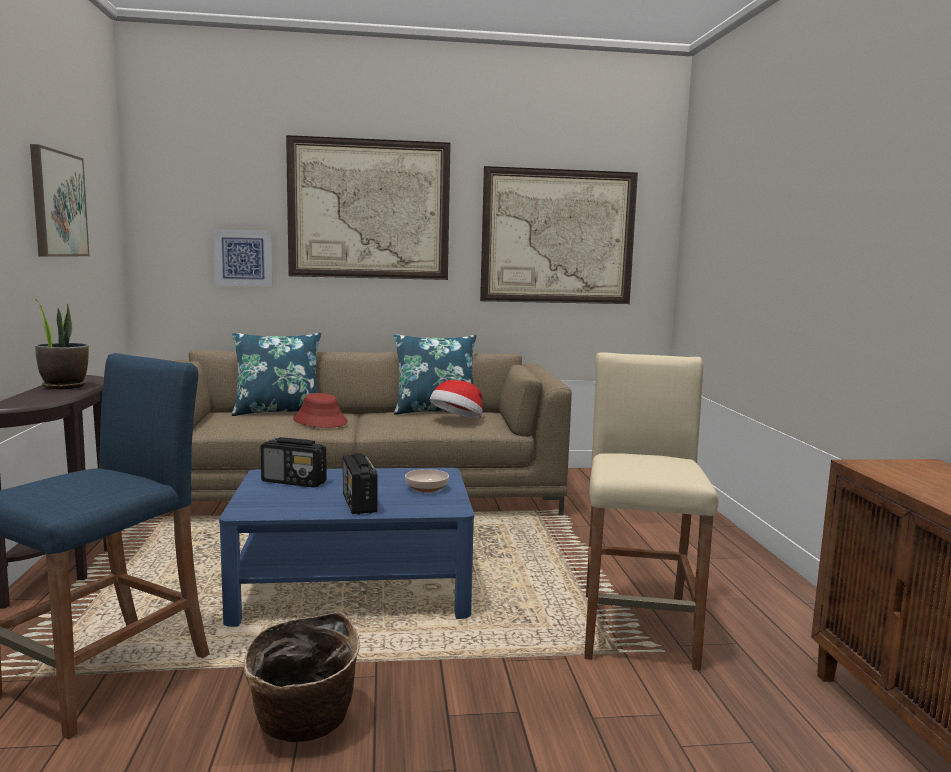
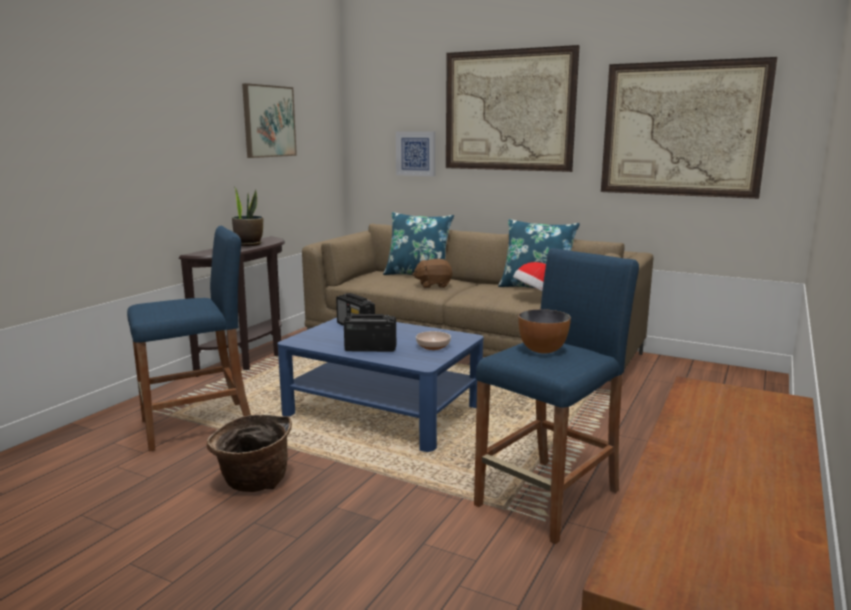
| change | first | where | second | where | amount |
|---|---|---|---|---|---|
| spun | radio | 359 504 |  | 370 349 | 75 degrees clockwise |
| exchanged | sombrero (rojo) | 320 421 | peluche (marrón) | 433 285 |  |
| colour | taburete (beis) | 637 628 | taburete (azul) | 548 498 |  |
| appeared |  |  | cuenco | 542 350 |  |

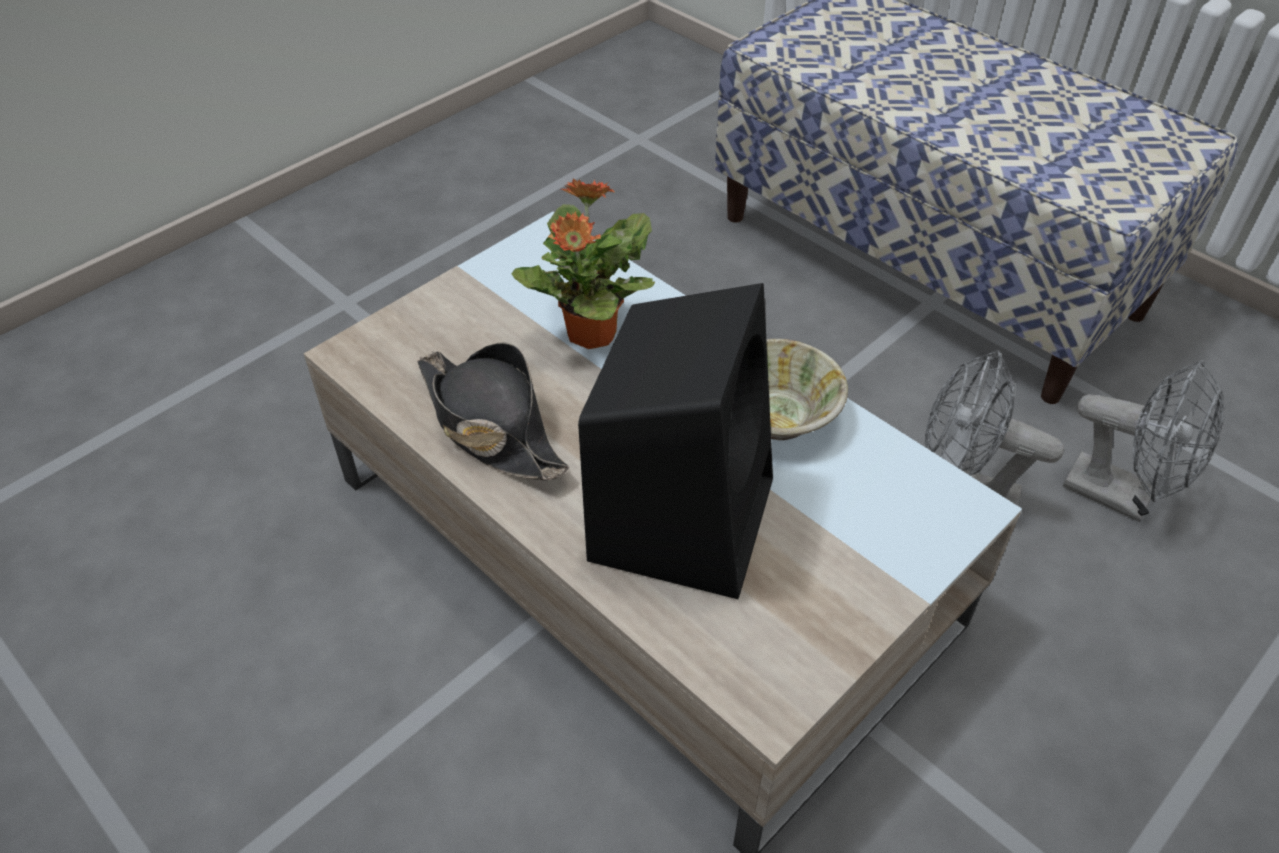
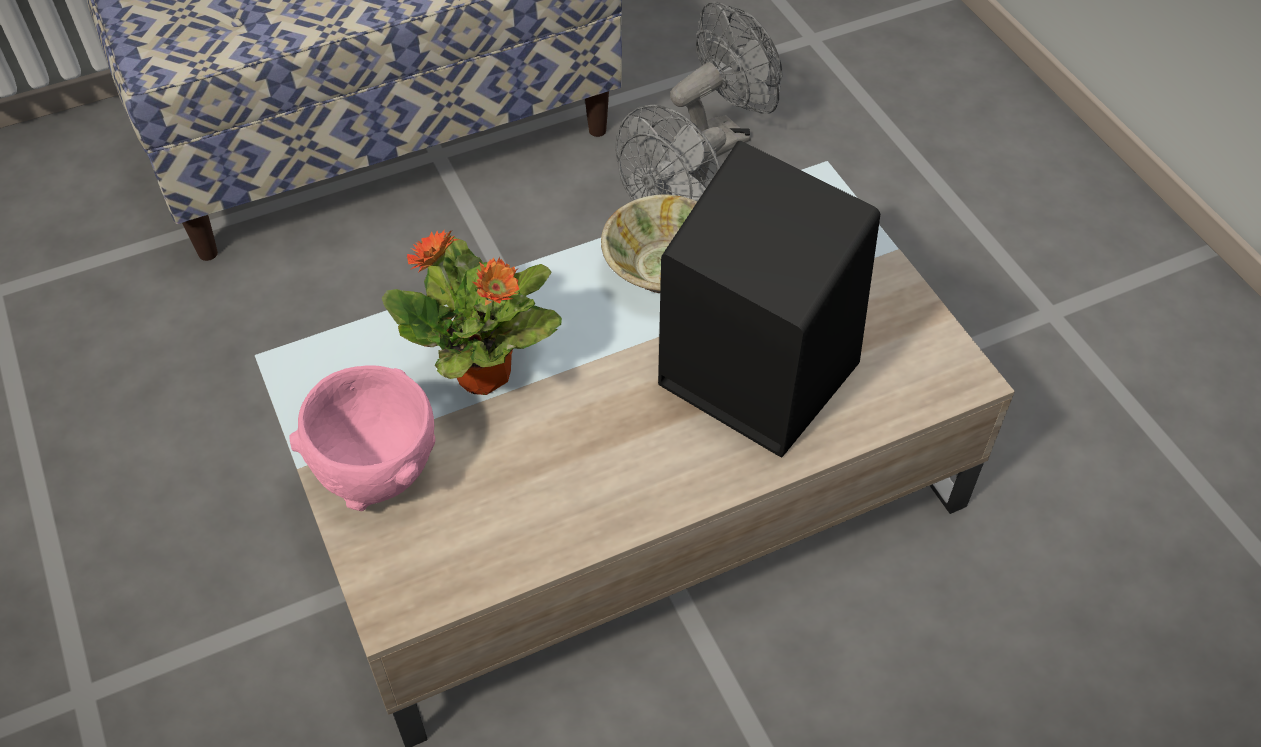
| change | first | where | second | where | amount |
|---|---|---|---|---|---|
| appeared |  |  | cuenco (rosa) | 376 470 |  |
| missing | sombrero (negro) | 489 425 |  |  |  |

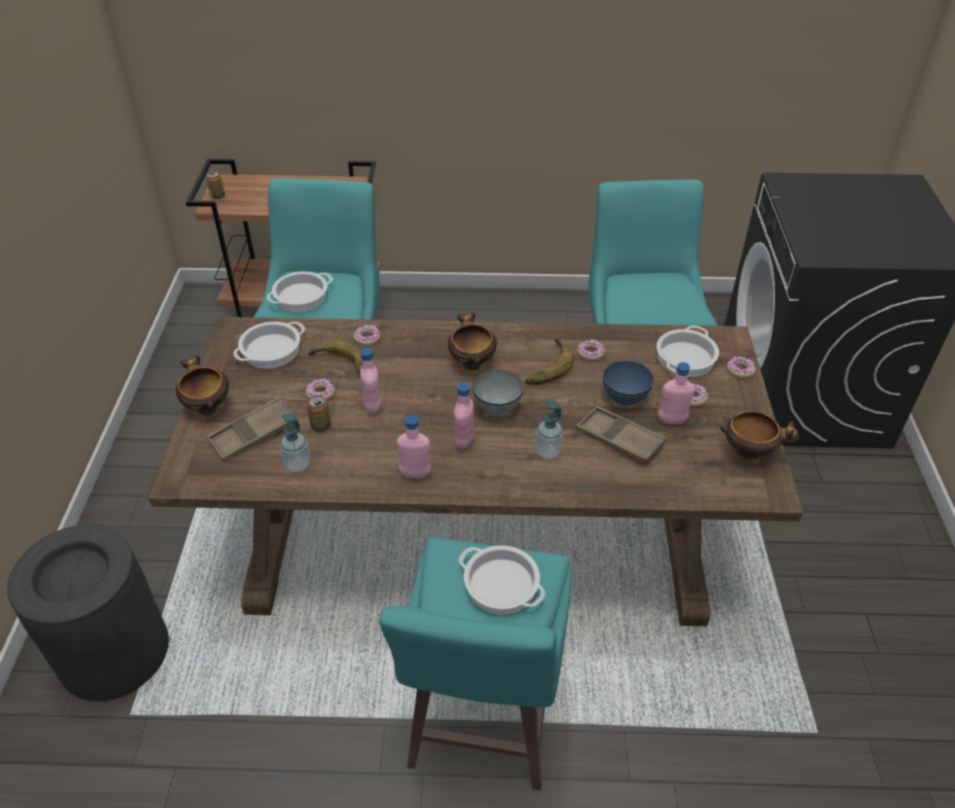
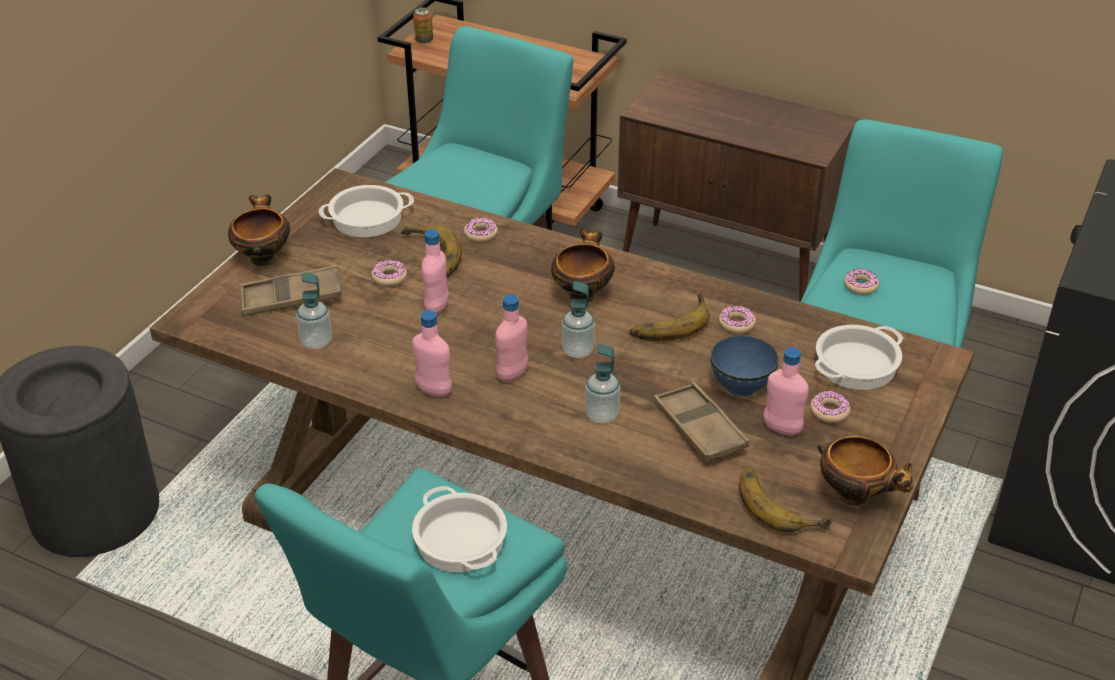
| change | first | where | second | where | amount |
|---|---|---|---|---|---|
| exchanged | cuenco (gris) | 498 407 | dispensador de jabón | 577 351 |  |
| appeared |  |  | armario (marrón) | 727 270 |  |
| appeared |  |  | plátano | 781 503 |  |
| relocated | rosquilla | 740 370 |  | 860 286 |  |
| missing | olla | 301 297 |  |  |  |
| missing | lata | 321 426 |  |  |  |

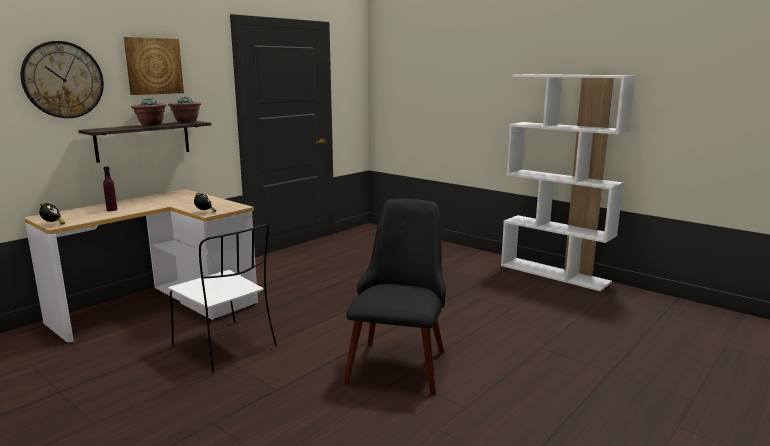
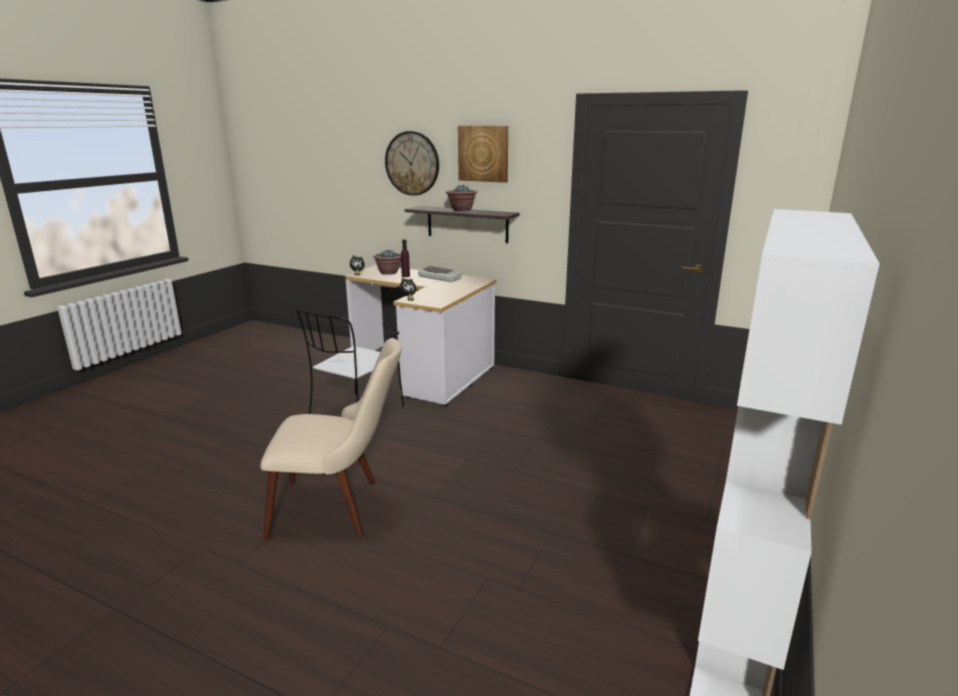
| change | first | where | second | where | amount |
|---|---|---|---|---|---|
| colour | silla (negro) | 400 359 | silla (beis) | 340 507 |  |
| relocated | planta en maceta | 186 122 |  | 388 273 |  |
| appeared |  |  | teclado | 440 277 |  |

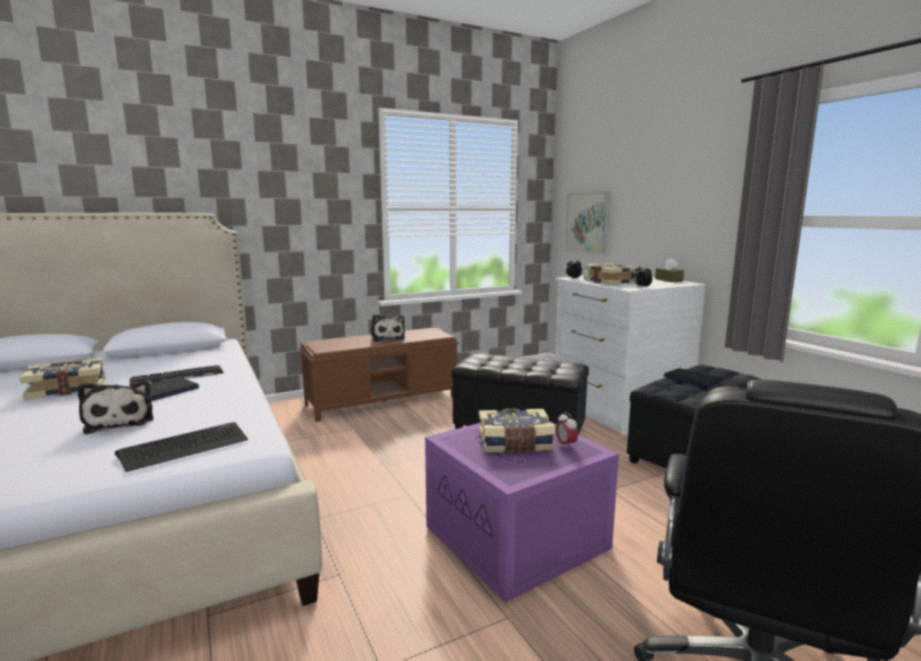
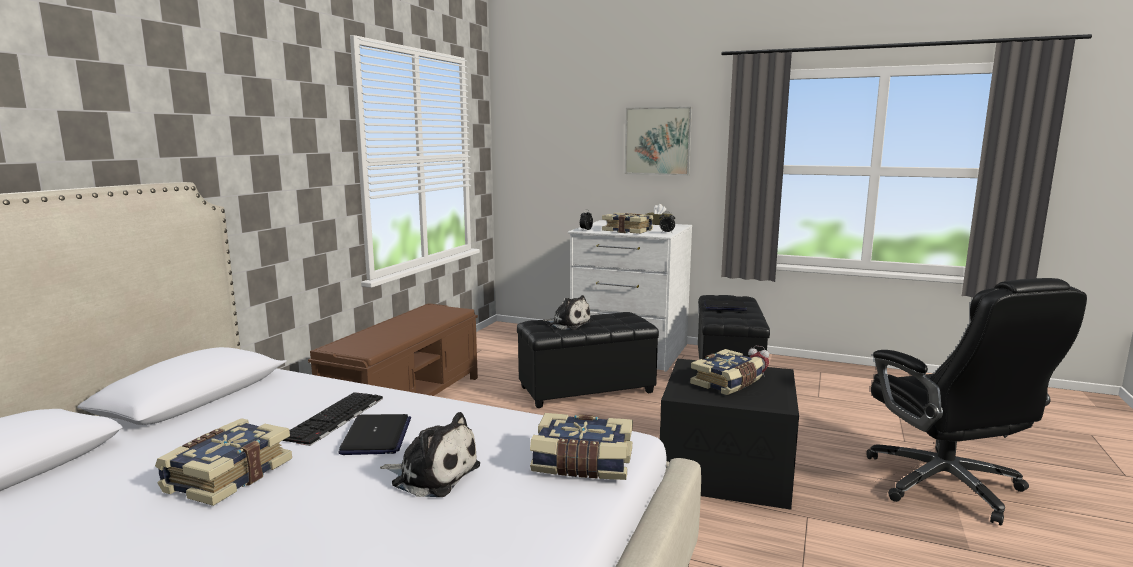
| change | first | where | second | where | amount |
|---|---|---|---|---|---|
| exchanged | teclado | 184 447 | libro | 582 464 |  |
| relocated | peluche | 387 338 |  | 568 324 |  |
| relocated | cuadro | 587 222 |  | 657 141 |  |
| colour | caja de almacenaje (morado) | 519 537 | caja de almacenaje (negro) | 728 467 |  |

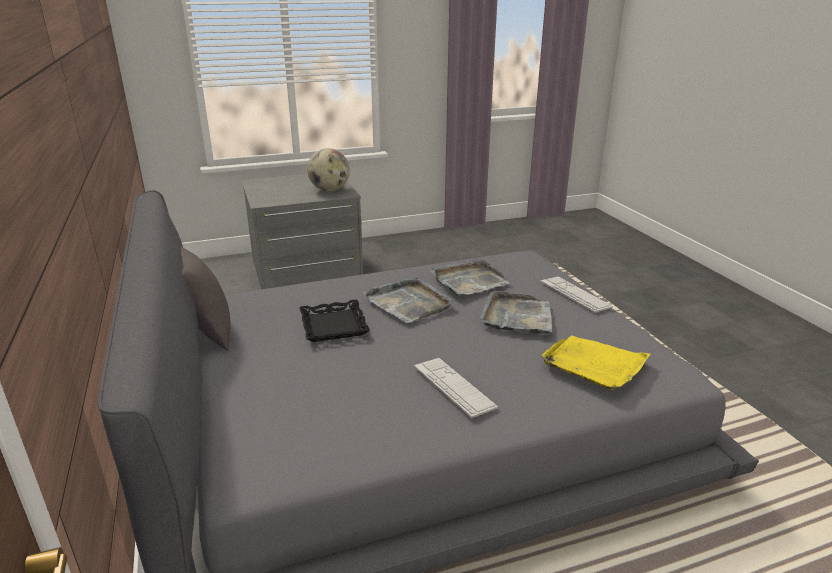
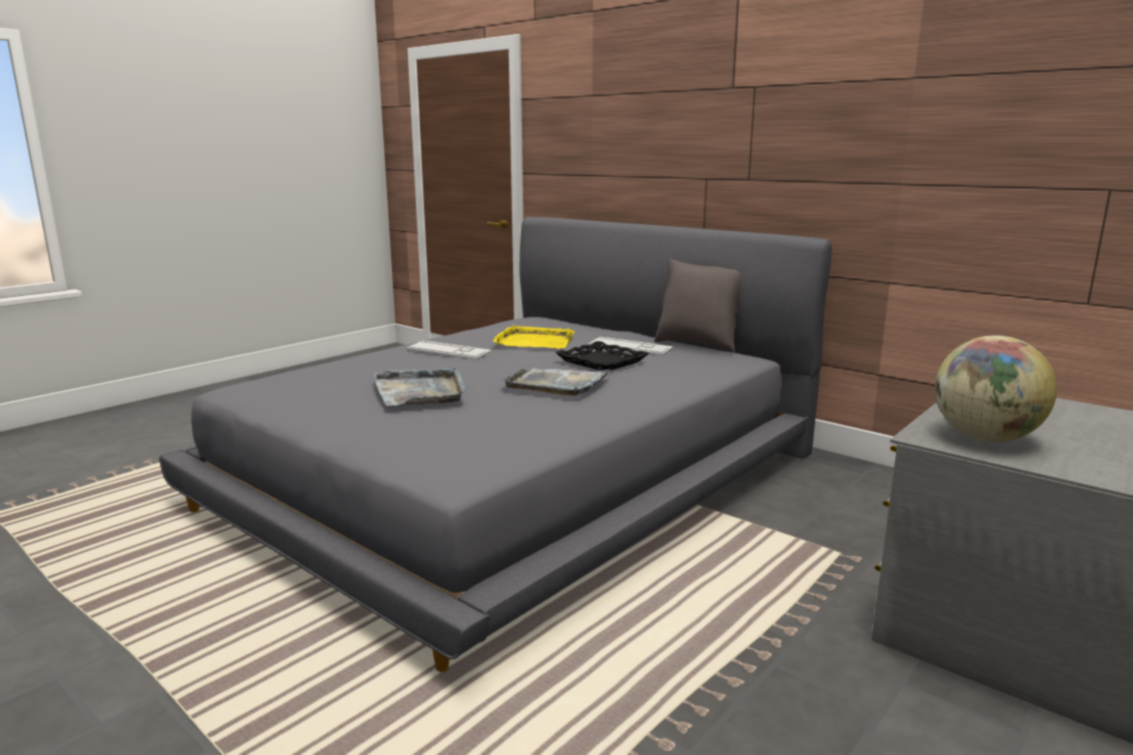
| change | first | where | second | where | amount |
|---|---|---|---|---|---|
| relocated | bandeja (amarillo) | 594 364 |  | 534 341 |  |
| relocated | teclado | 575 294 |  | 630 347 |  |
| missing | bandeja (gris) | 468 281 |  |  |  |

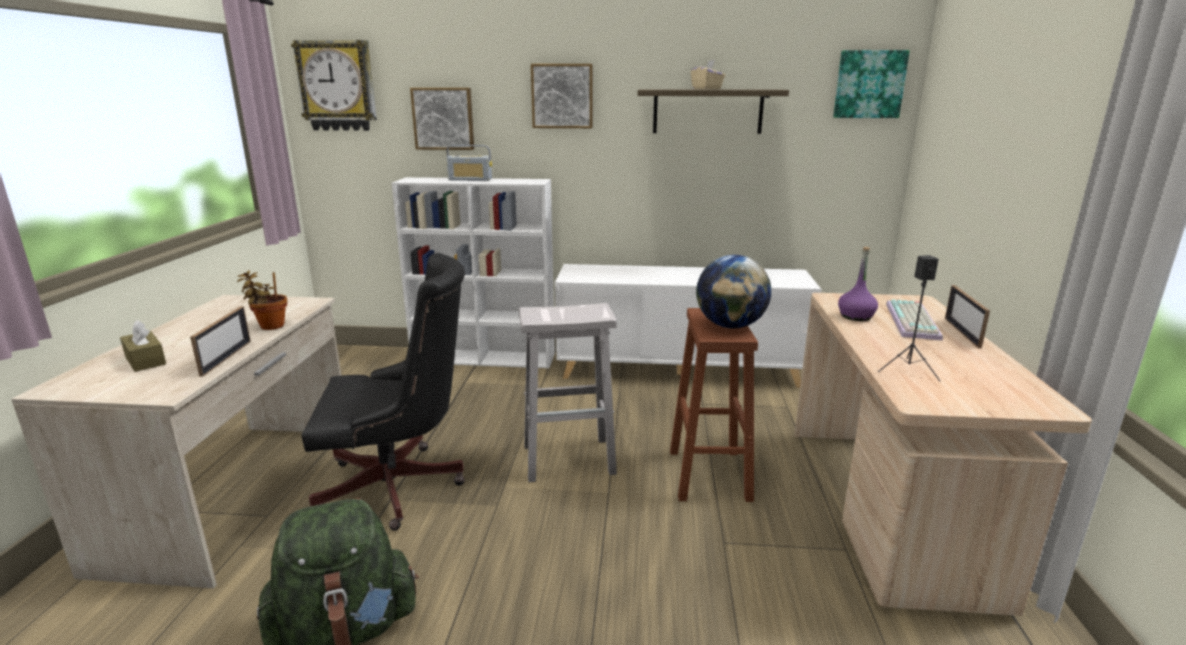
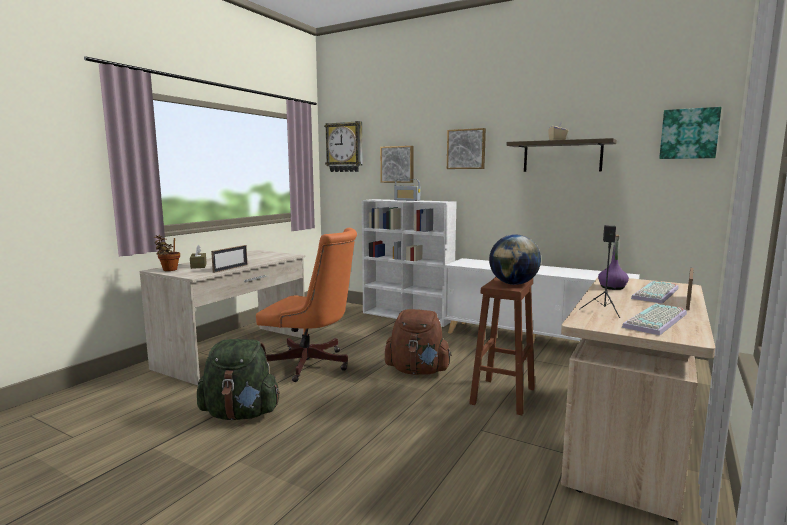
| change | first | where | second | where | amount |
|---|---|---|---|---|---|
| relocated | planta en maceta | 269 326 |  | 168 269 |  |
| colour | silla de oficina (negro) | 400 487 | silla de oficina (naranja) | 312 365 |  |
| exchanged | taburete (blanco) | 570 459 | mochila (marrón) | 417 371 |  |
| appeared |  |  | teclado | 657 321 |  |

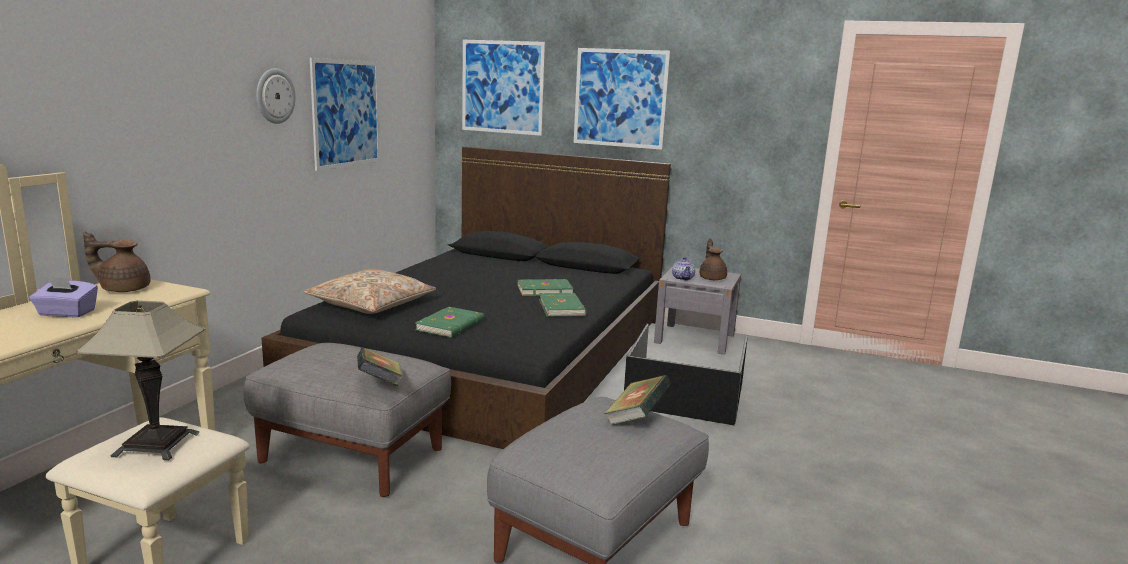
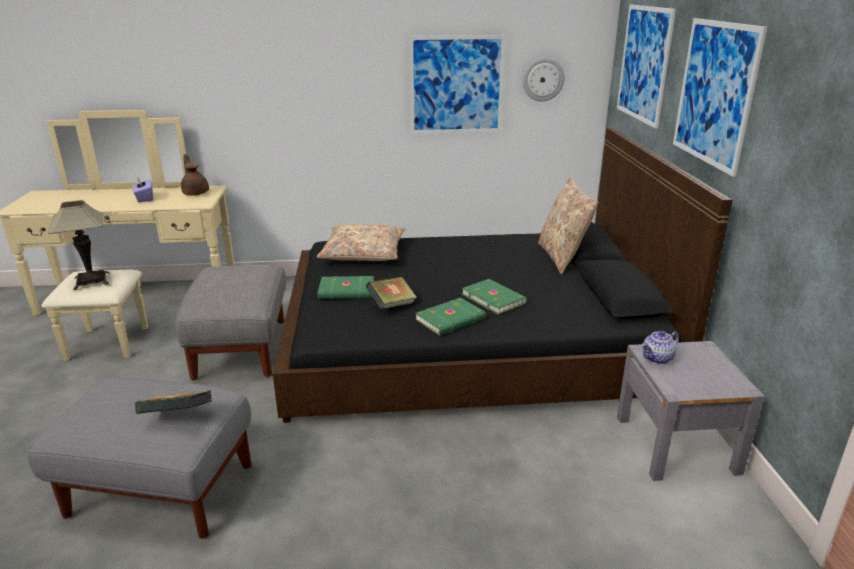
| change | first | where | second | where | amount |
|---|---|---|---|---|---|
| relocated | libro | 380 384 |  | 392 305 |  |
| relocated | reloj de pared | 274 96 |  | 543 79 |  |
| appeared |  |  | cojín (beis) | 562 257 |  |
| missing | caja de almacenaje (negro) | 686 395 |  |  |  |
| missing | tetera (marrón) | 712 278 |  |  |  |

